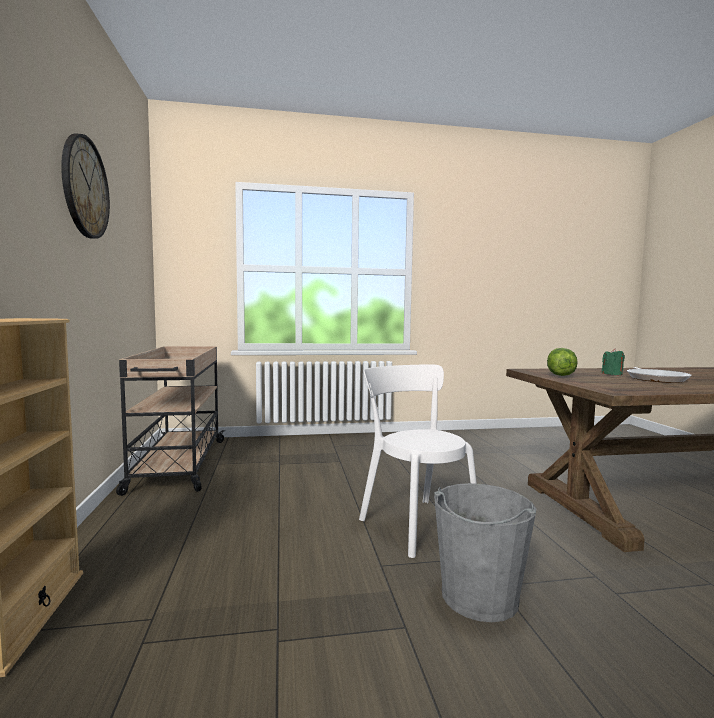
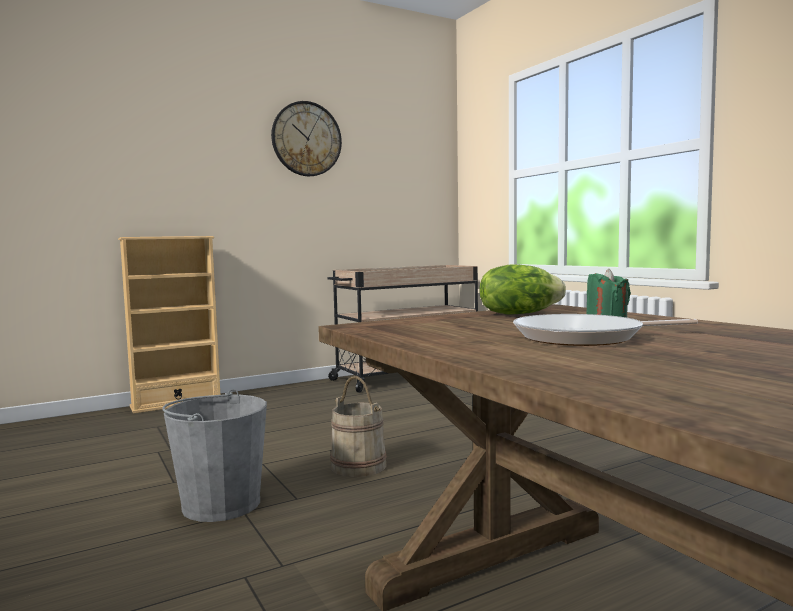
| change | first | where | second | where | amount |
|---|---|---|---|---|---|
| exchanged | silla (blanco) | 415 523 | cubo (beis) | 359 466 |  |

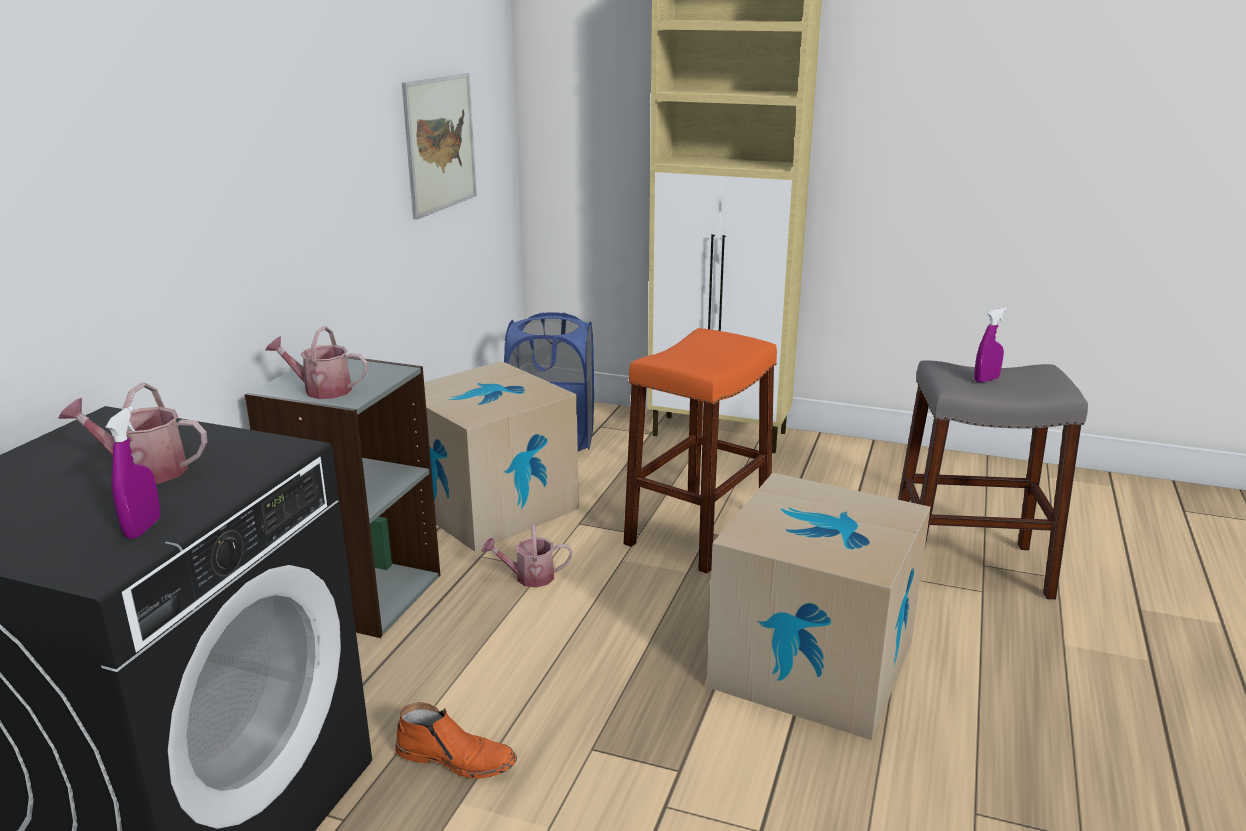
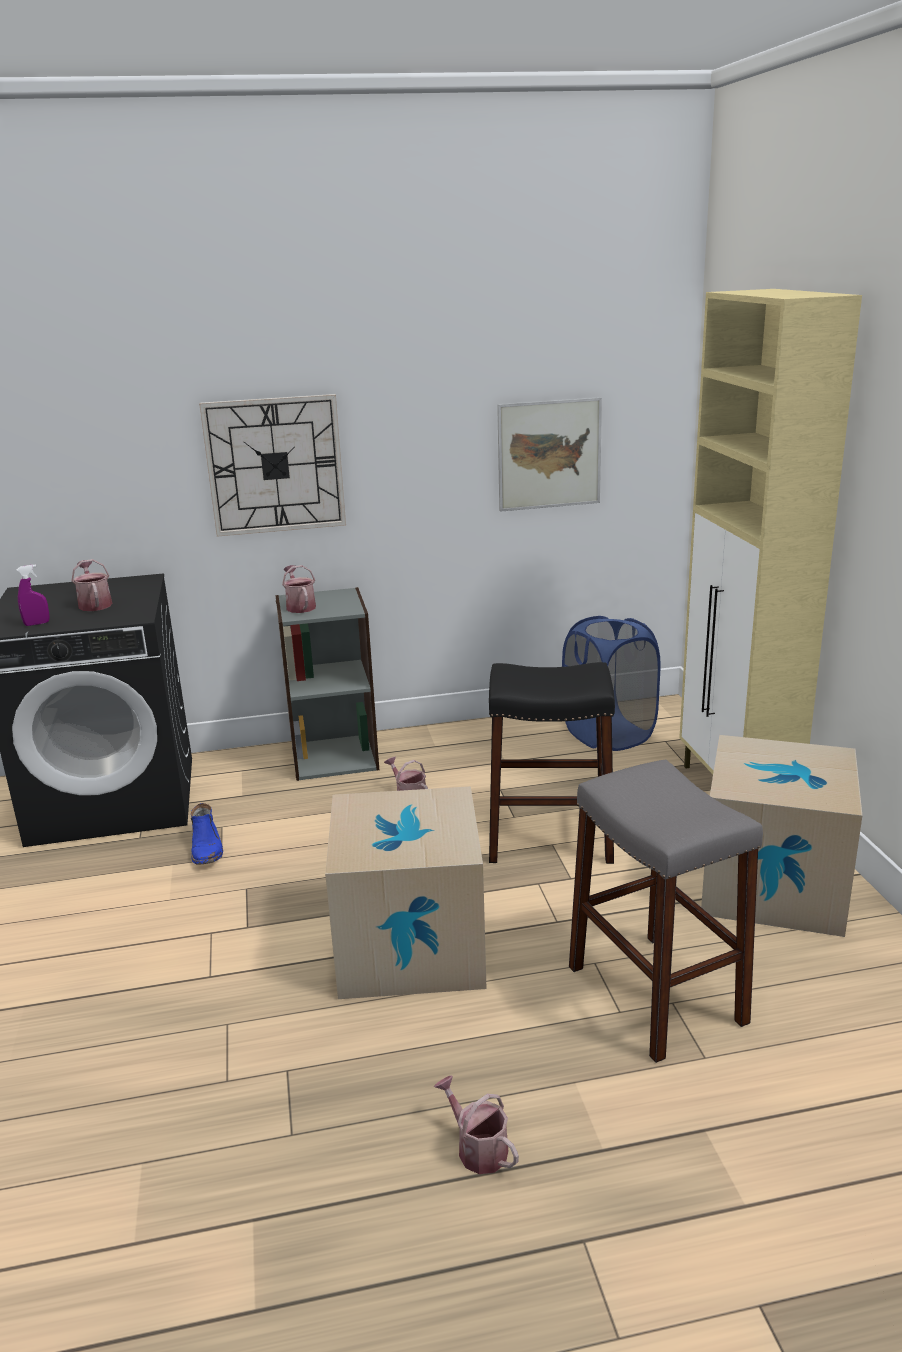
| change | first | where | second | where | amount |
|---|---|---|---|---|---|
| colour | bota (naranja) | 457 758 | bota (azul) | 207 848 |  |
| appeared |  |  | reloj de pared | 275 465 |  |
| appeared |  |  | regadera | 477 1148 |  |
| colour | taburete (naranja) | 699 530 | taburete (negro) | 550 839 |  |
| relocated | caja de cartón | 492 506 |  | 773 886 |  |
| missing | pulverizador (morado) | 986 380 |  |  |  |

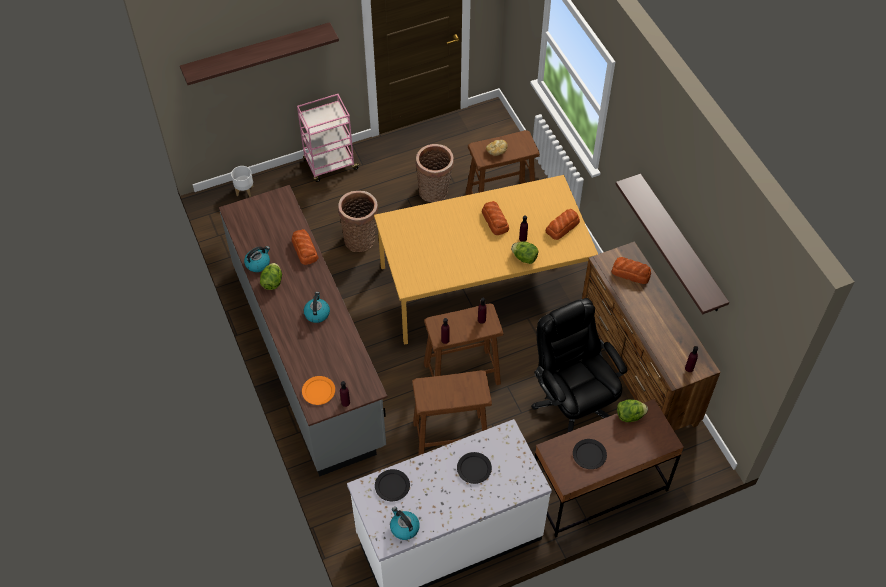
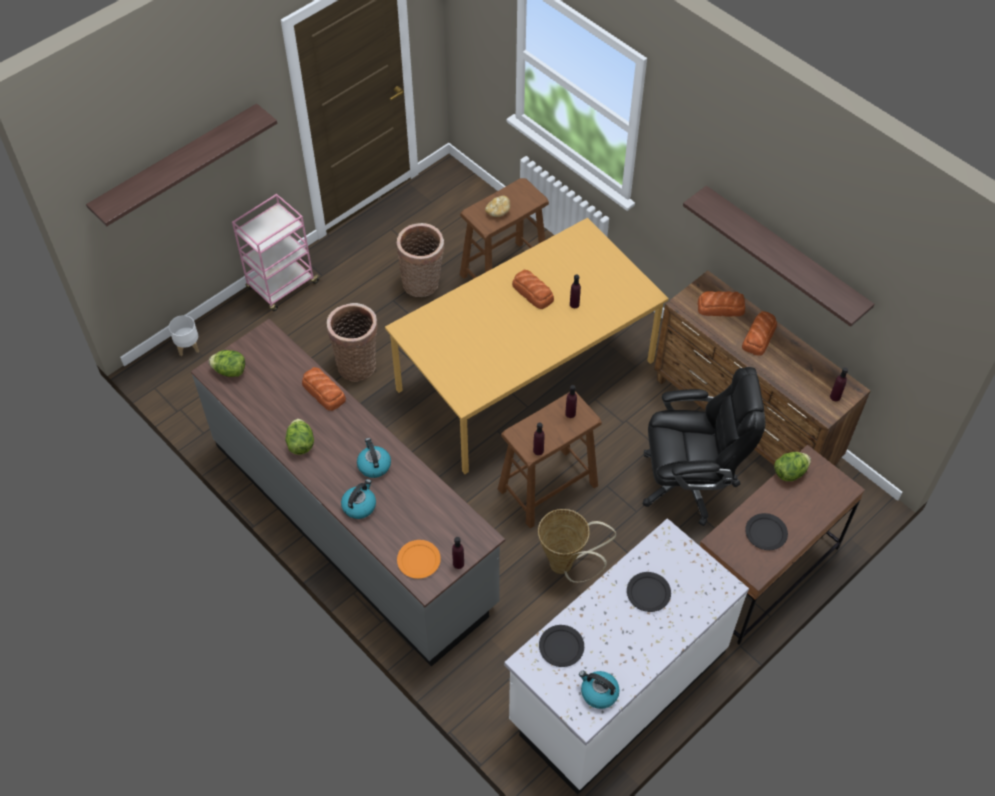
| change | first | where | second | where | amount |
|---|---|---|---|---|---|
| relocated | lechuga | 524 258 |  | 230 371 |  |
| relocated | hervidor | 258 263 |  | 359 505 |  |
| exchanged | taburete (marrón) | 450 436 | cesta | 566 566 |  |
| spun | silla de oficina (negro) | 573 403 |  | 689 481 | 135 degrees clockwise |
| relocated | pan | 563 226 |  | 759 336 |  |

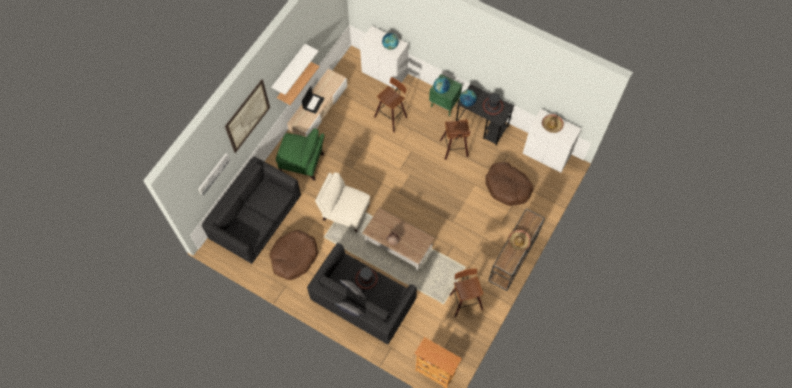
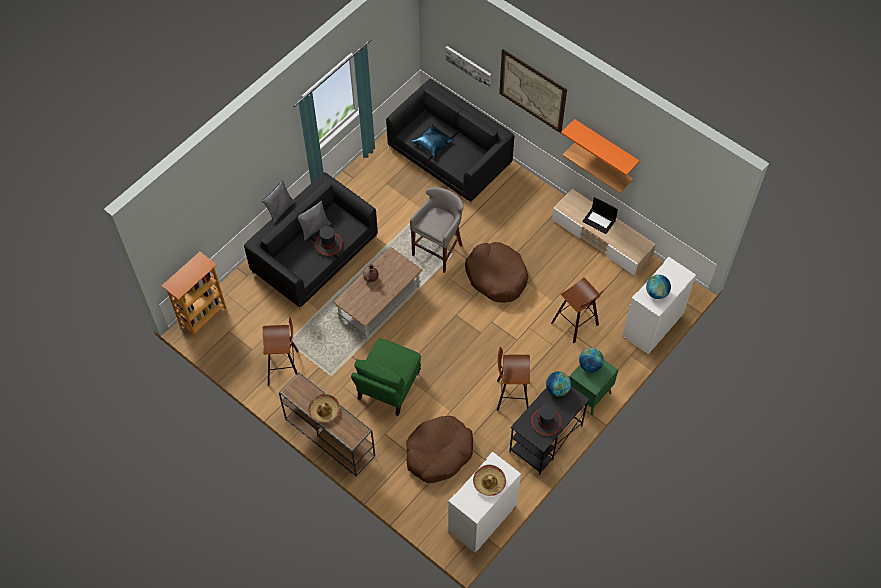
| change | first | where | second | where | amount |
|---|---|---|---|---|---|
| relocated | sillón (verde) | 303 163 |  | 388 387 |  |
| exchanged | sillón (beis) | 344 212 | taburete (gris) | 439 249 |  |
| appeared |  |  | cojín (azul) | 432 143 |  |
| relocated | cama para perro (marrón) | 294 257 |  | 496 276 |  |
| colour | estante (blanco) | 289 68 | estante (naranja) | 605 145 |  |

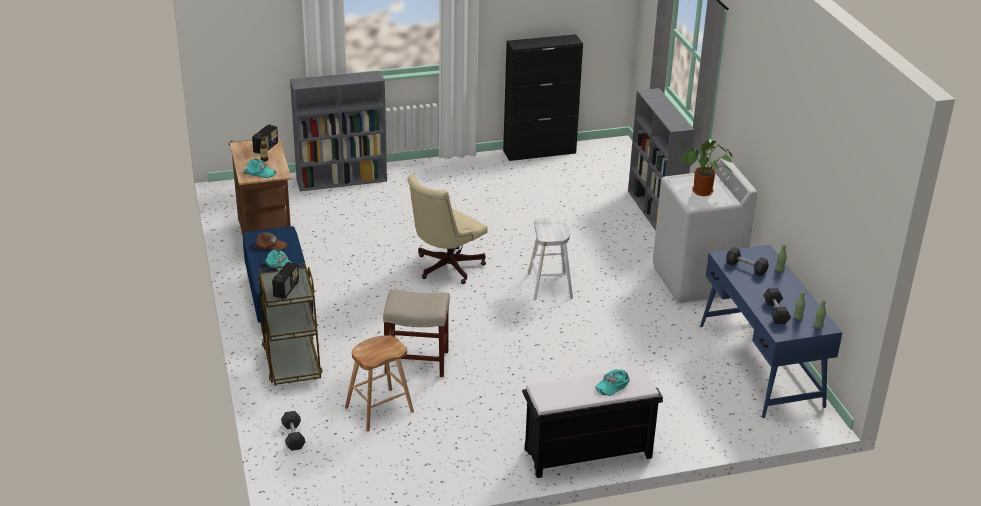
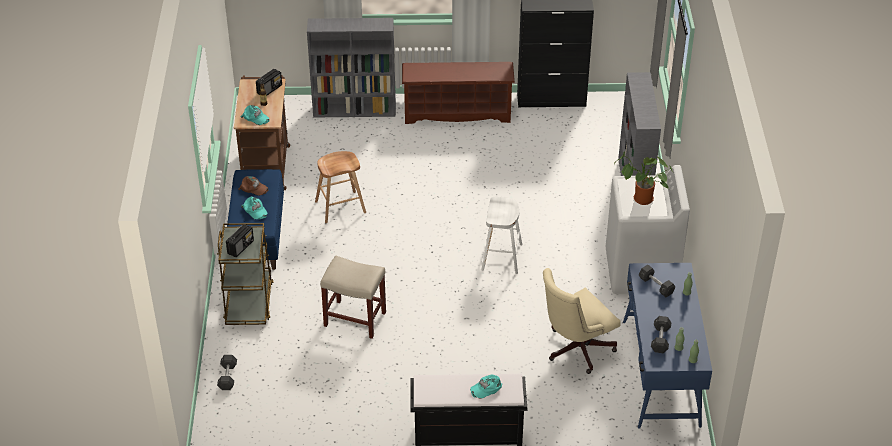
| change | first | where | second | where | amount |
|---|---|---|---|---|---|
| relocated | taburete (marrón) | 379 410 |  | 340 207 |  |
| appeared |  |  | zapatero (marrón) | 457 113 |  |
| relocated | silla de oficina (beis) | 445 268 |  | 575 349 |  |

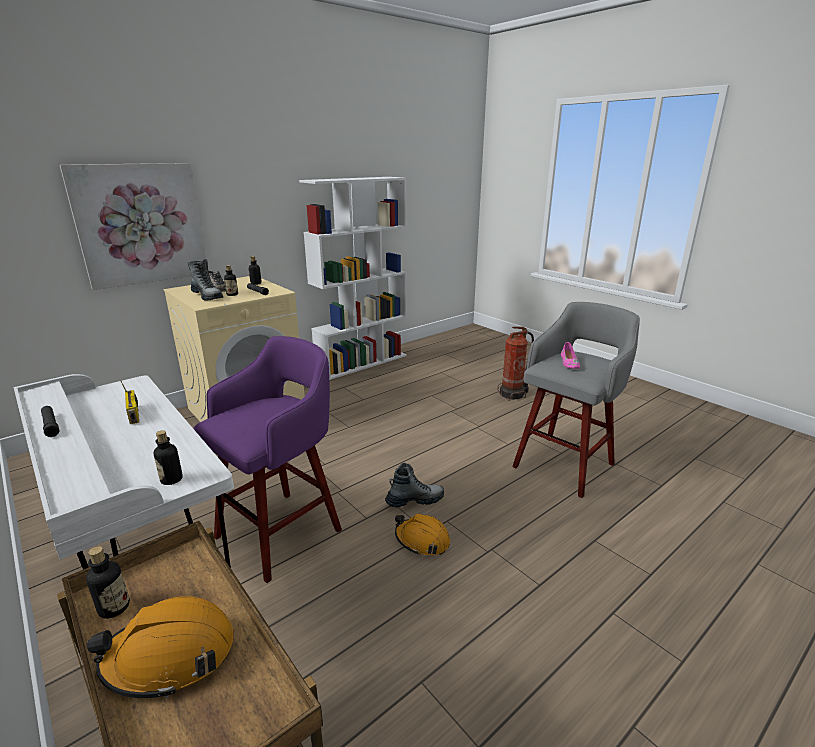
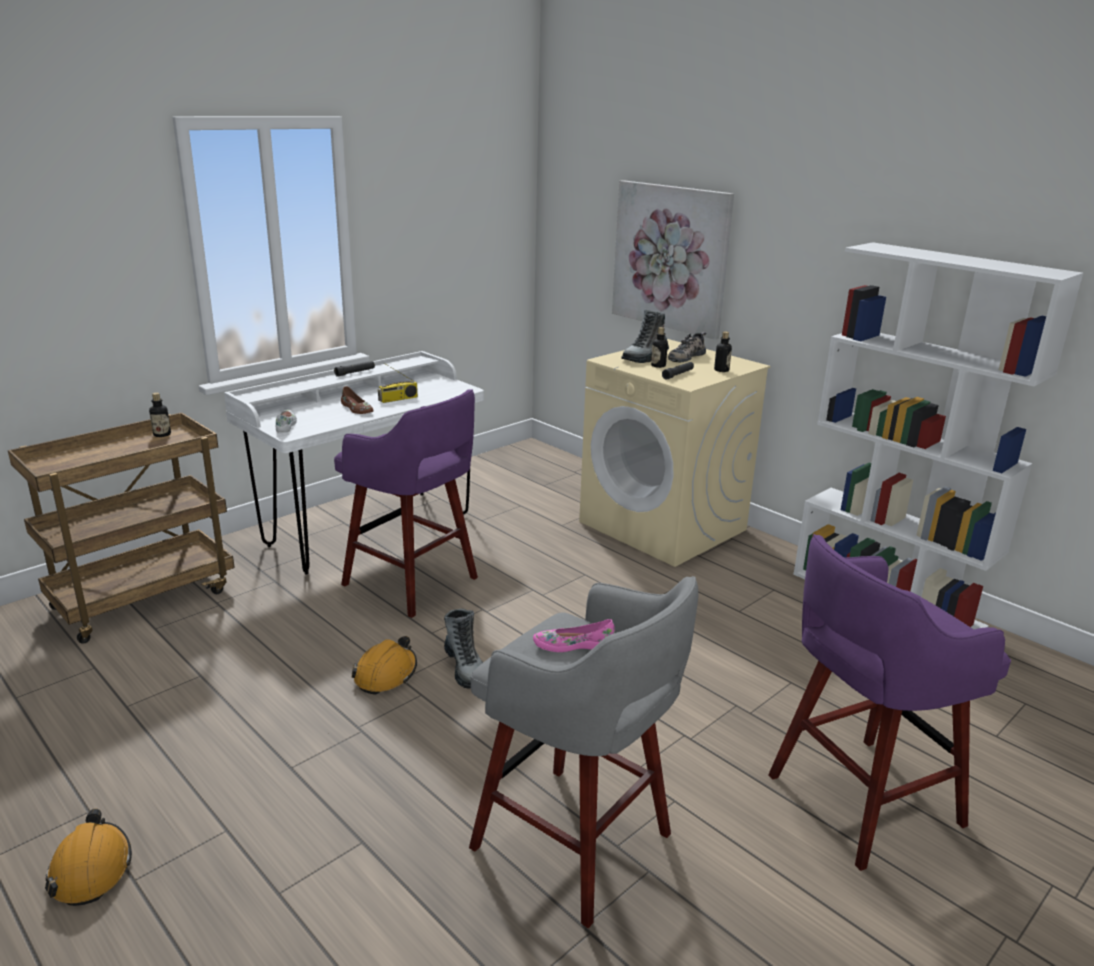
| change | first | where | second | where | amount |
|---|---|---|---|---|---|
| relocated | casco (naranja) | 170 656 |  | 91 869 |  |
| exchanged | botella | 171 479 | zapato (blanco) | 286 425 |  |
| appeared |  |  | zapato (marrón) | 356 409 |  |
| exchanged | extintor | 513 394 | taburete (morado) | 859 801 |  |

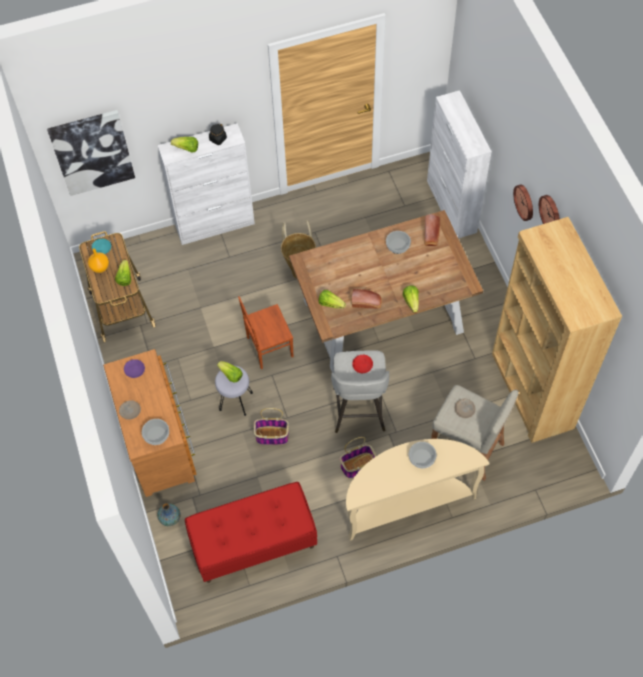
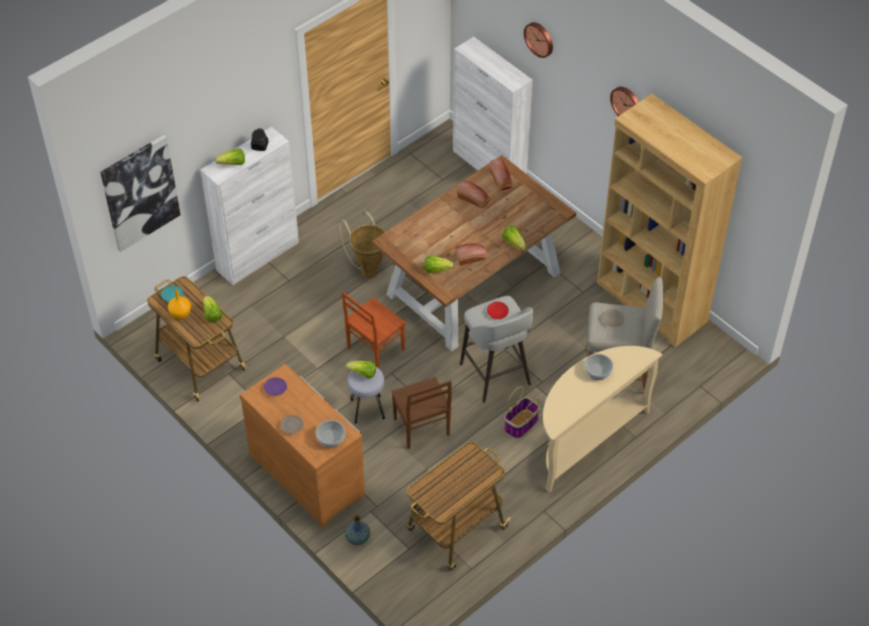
| change | first | where | second | where | amount |
|---|---|---|---|---|---|
| exchanged | cesta | 271 436 | silla (marrón) | 421 428 |  |
| exchanged | banco (rojo) | 253 543 | carrito | 455 530 |  |
| exchanged | cuenco | 397 246 | pan | 474 199 |  |
| relocated | reloj de pared | 525 202 |  | 539 39 |  |

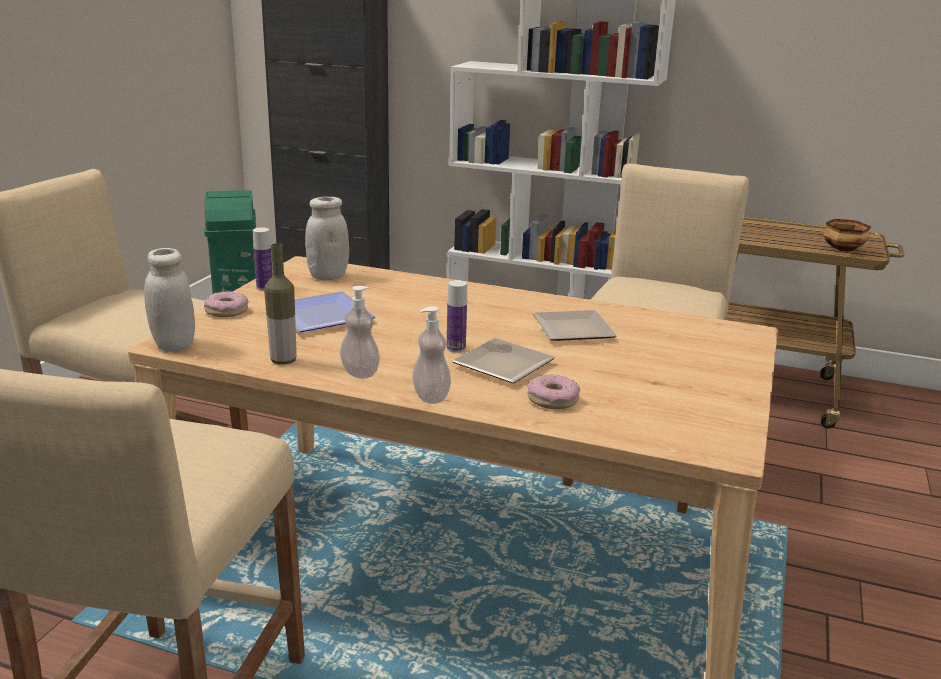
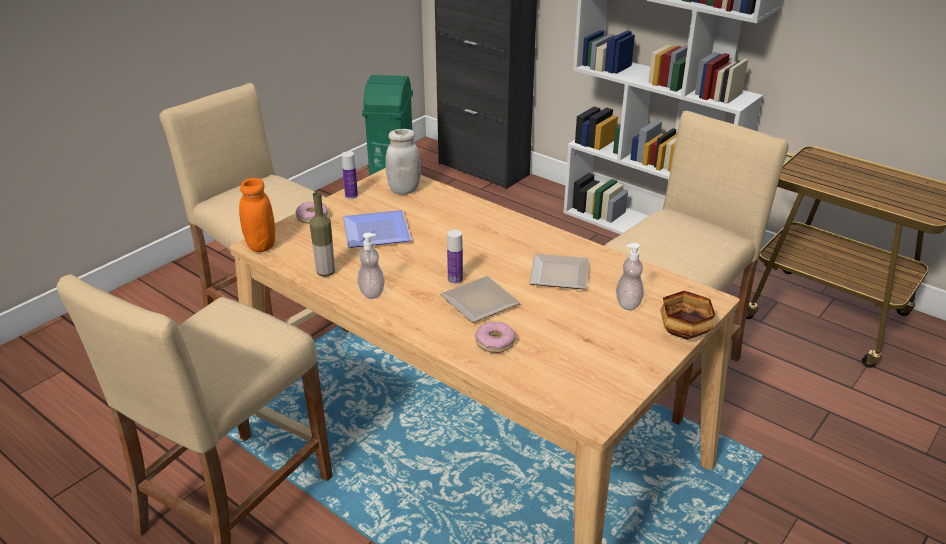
| change | first | where | second | where | amount |
|---|---|---|---|---|---|
| colour | tarro (blanco) | 174 345 | tarro (naranja) | 261 245 |  |
| relocated | dispensador de jabón | 431 396 |  | 628 303 |  |
| relocated | cuenco | 842 250 |  | 682 332 |  |

